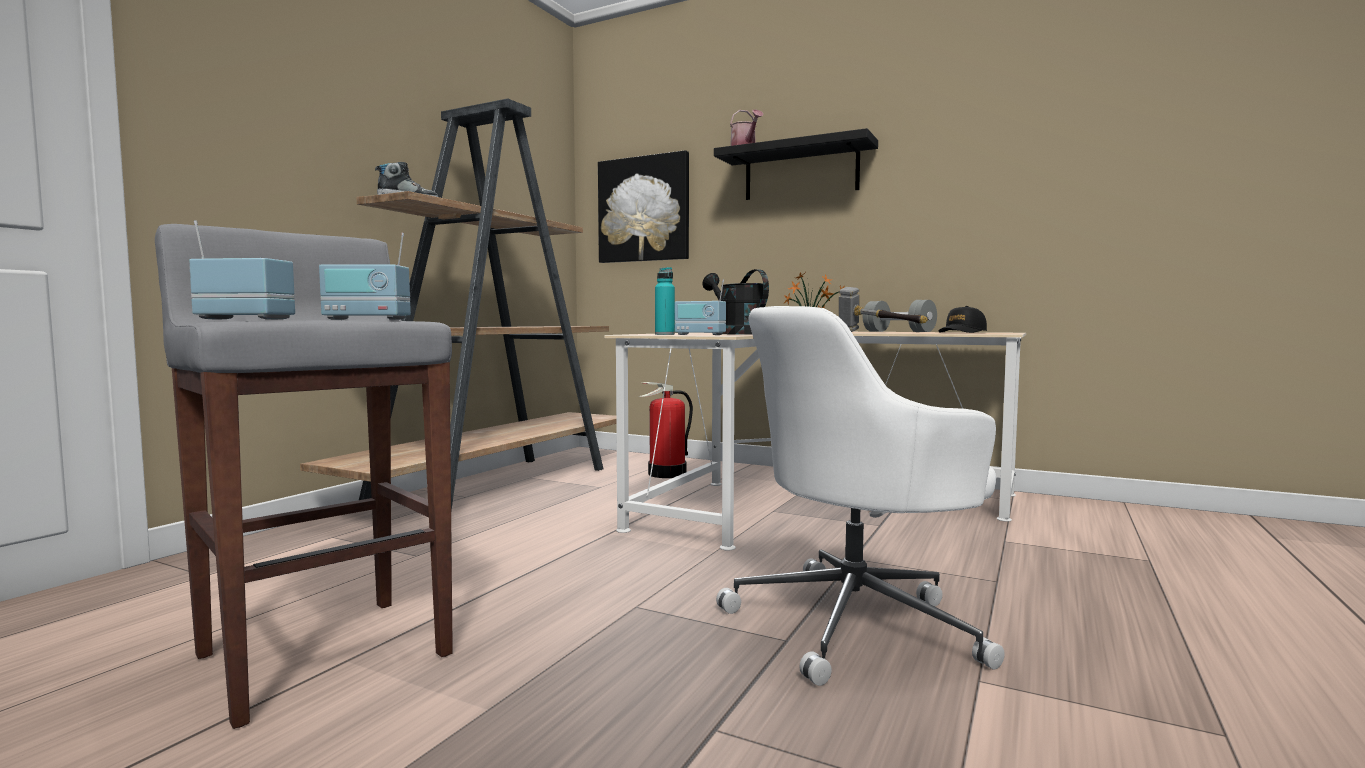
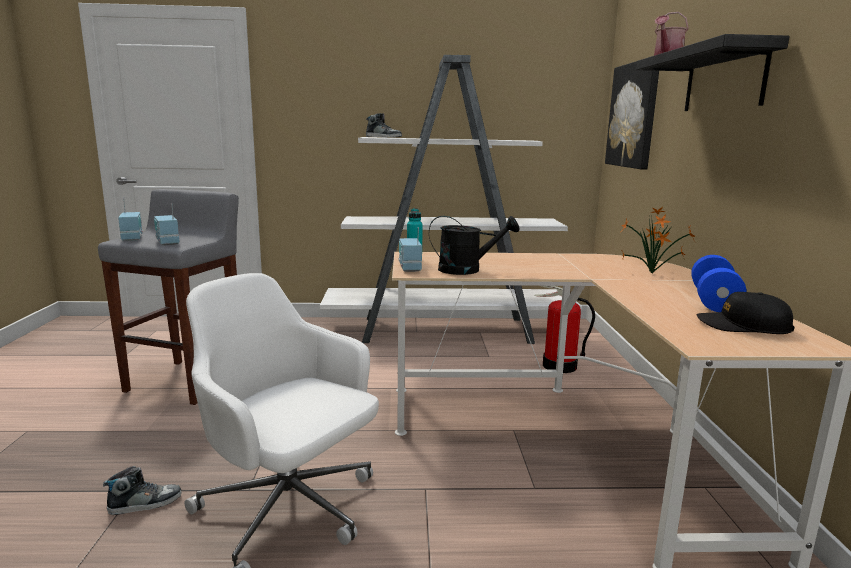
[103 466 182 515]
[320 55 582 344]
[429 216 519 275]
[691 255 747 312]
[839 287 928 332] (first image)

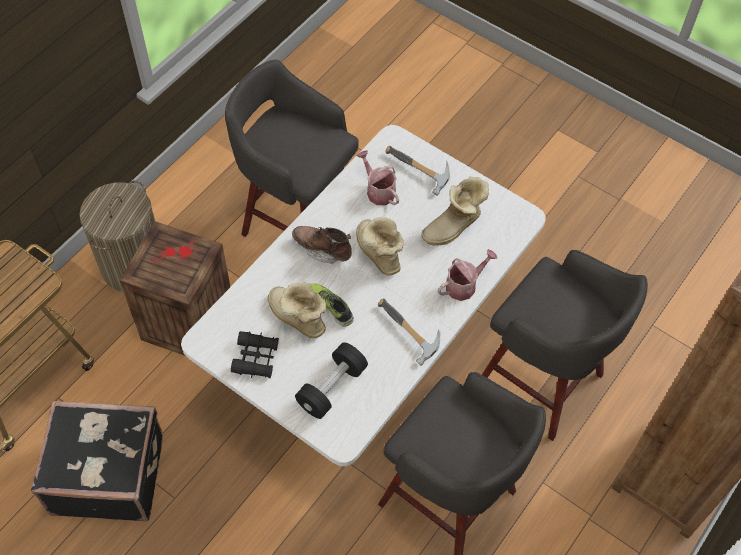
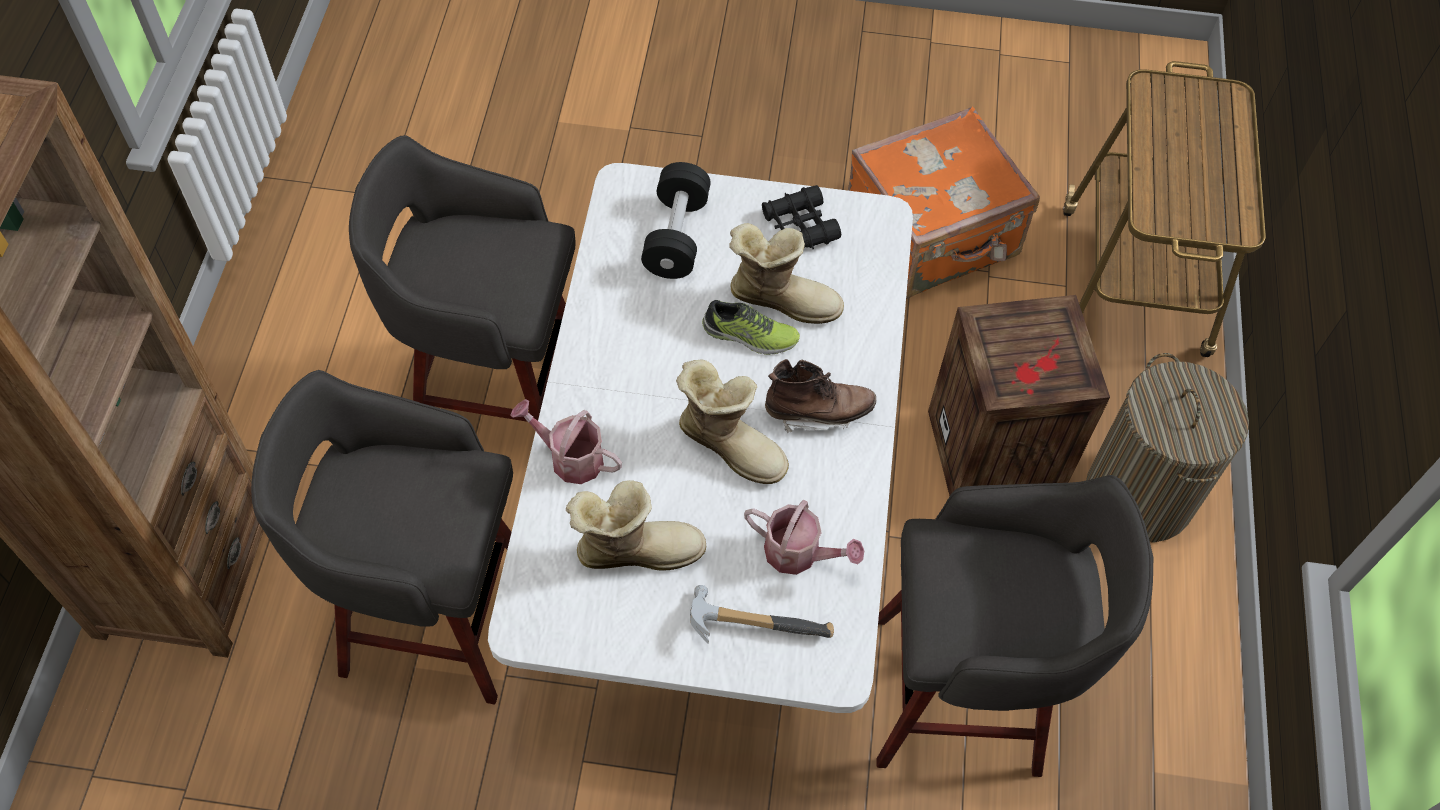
[511 399 622 484]
[566 480 706 571]
[848 107 1040 299]
[378 298 441 366] (first image)

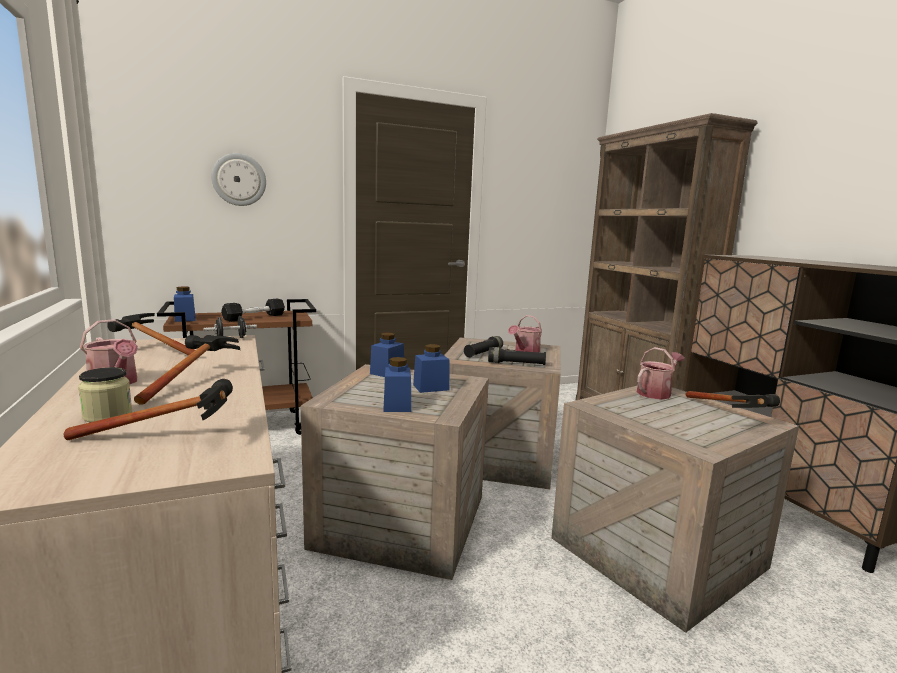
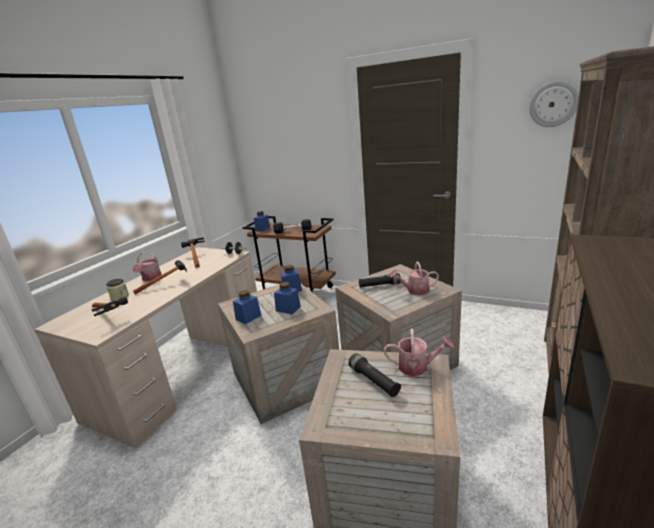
[348 353 401 397]
[529 81 579 127]
[686 391 780 408] (first image)

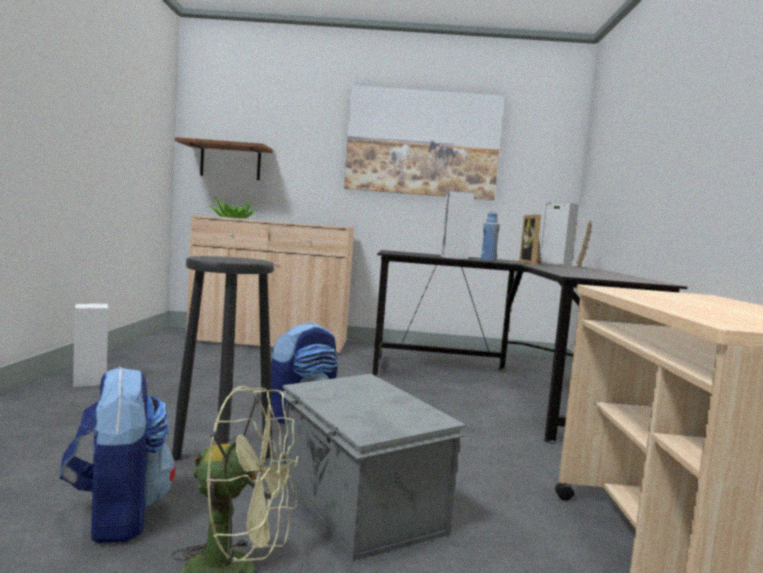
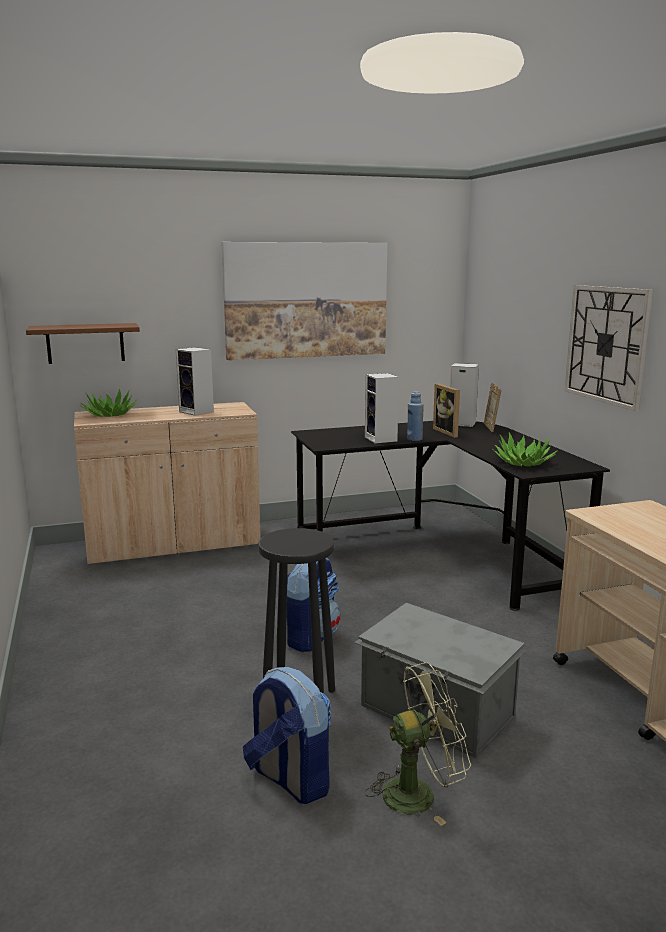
[176 347 214 416]
[492 432 558 466]
[565 285 653 411]

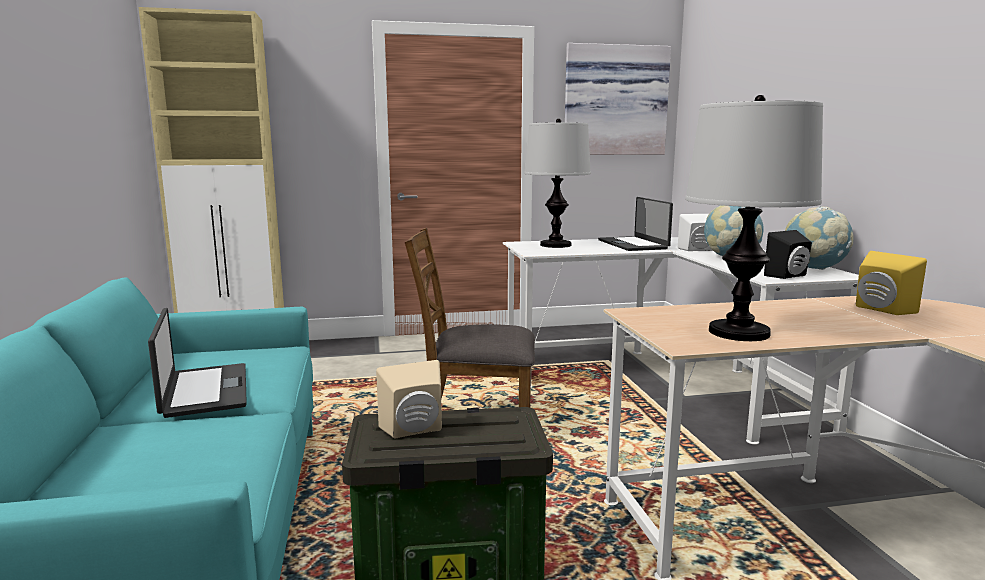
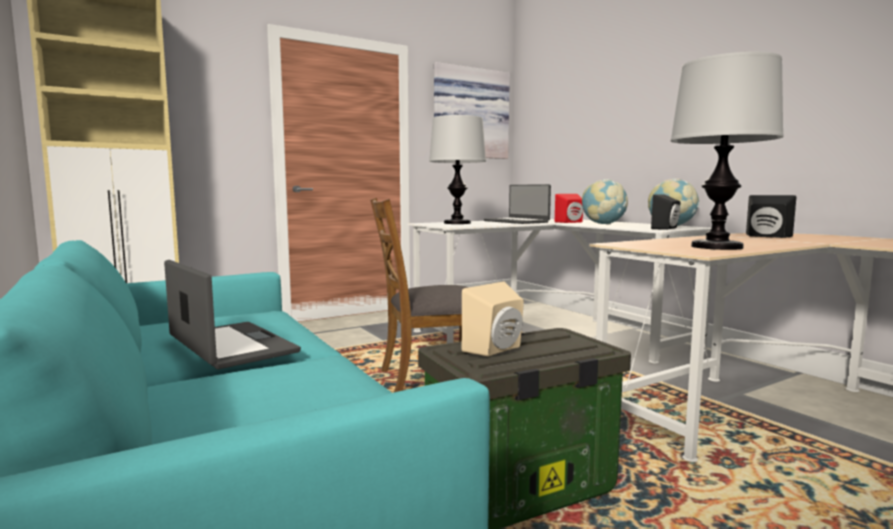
[555 194 583 223]
[746 195 796 238]

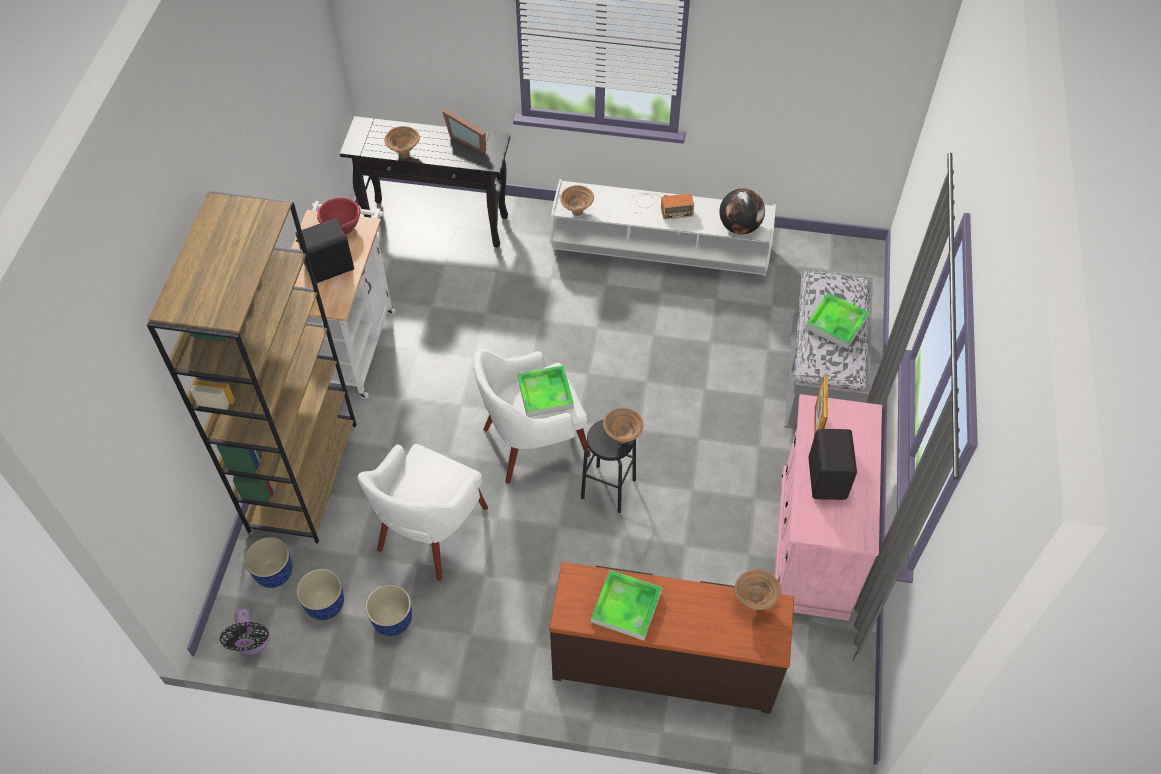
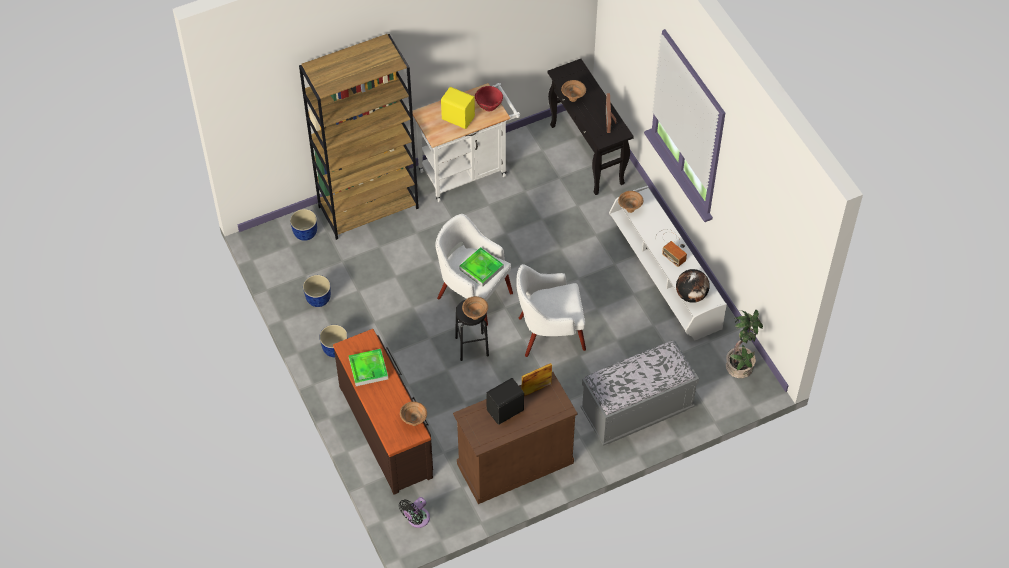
[319 325 348 357]
[399 497 430 528]
[441 87 475 129]
[453 372 578 504]
[517 264 586 357]
[726 310 763 378]
[805 293 870 349] (first image)

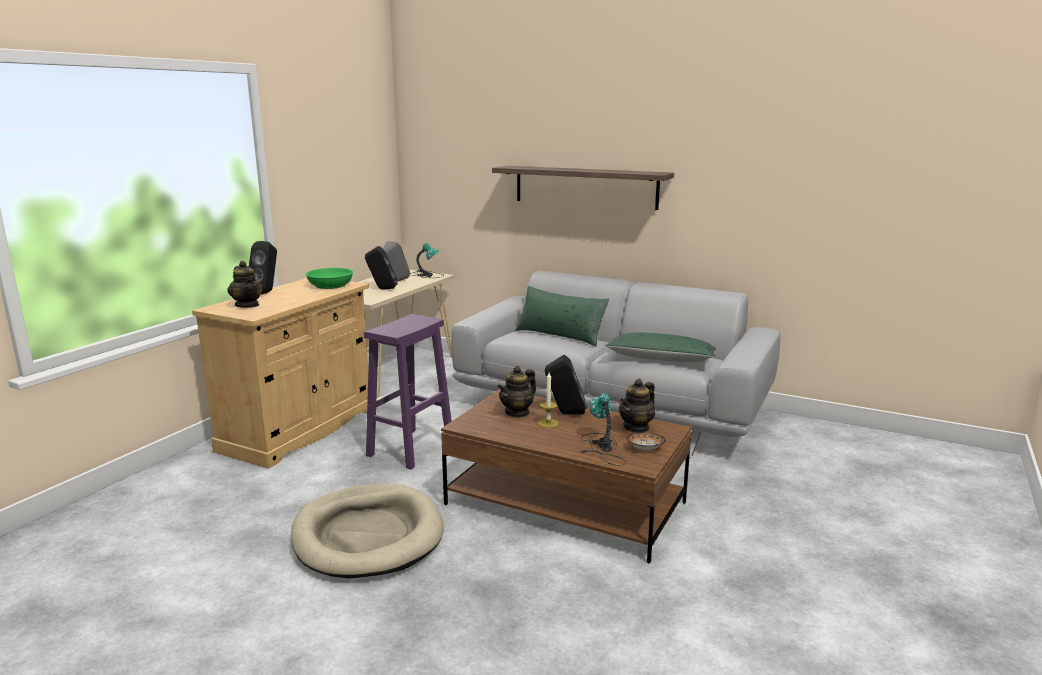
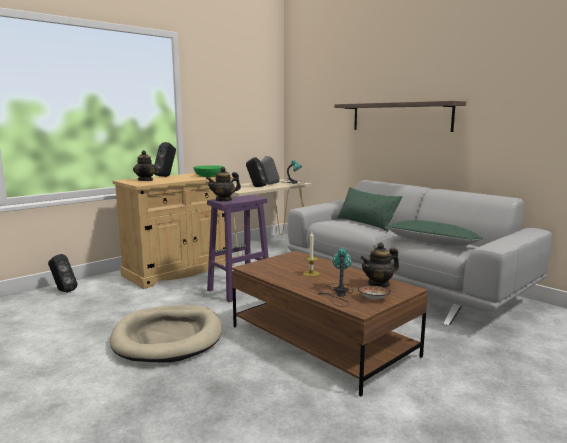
[48 254 78 293]
[206 167 241 201]

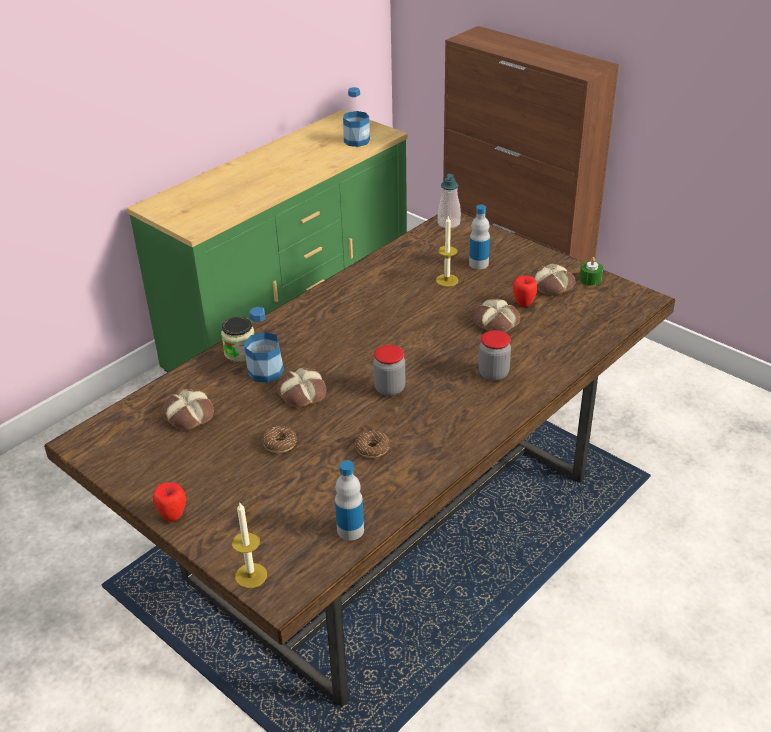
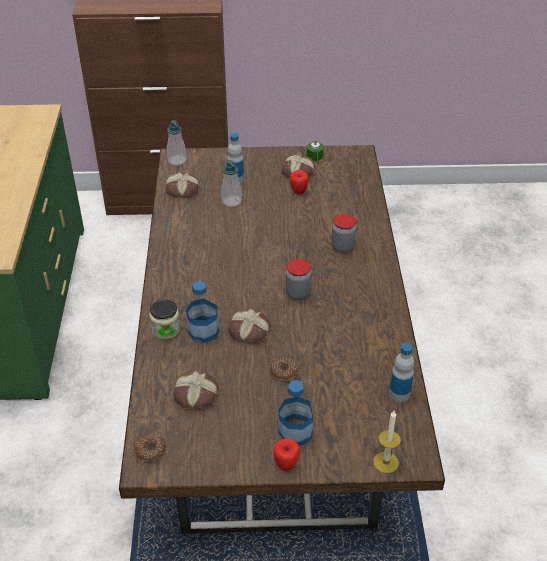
[134 433 166 462]
[166 172 199 198]
[221 160 242 207]
[278 380 313 446]

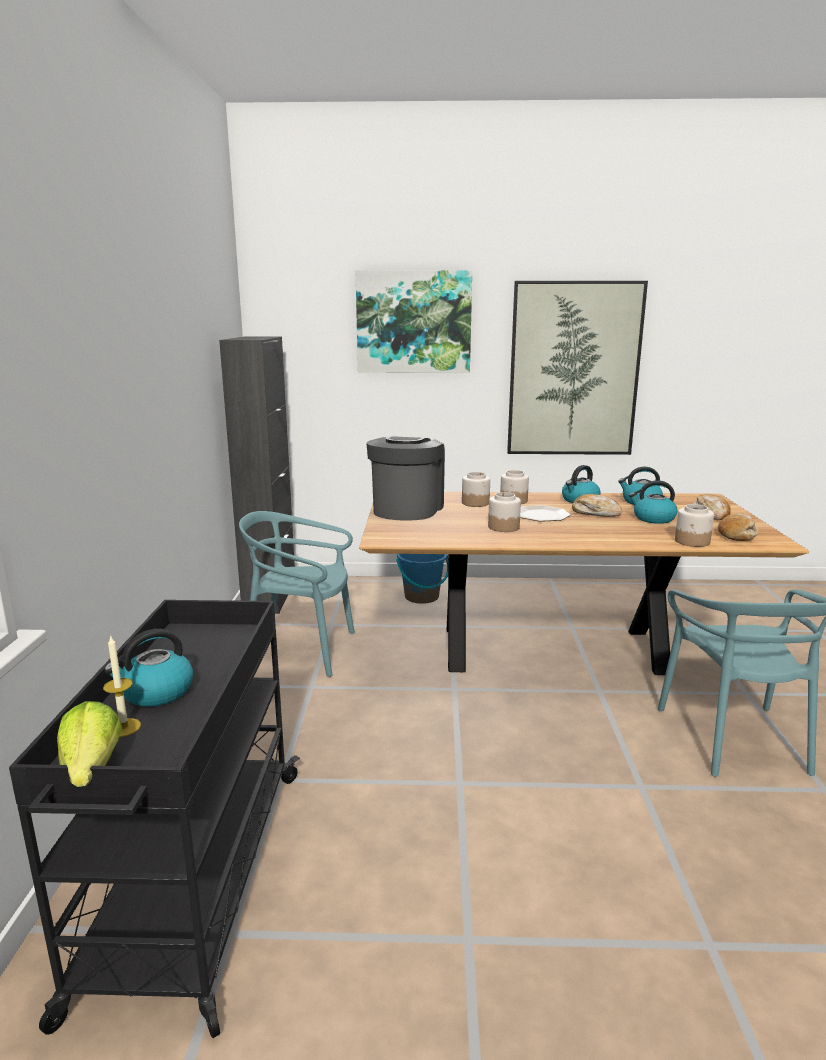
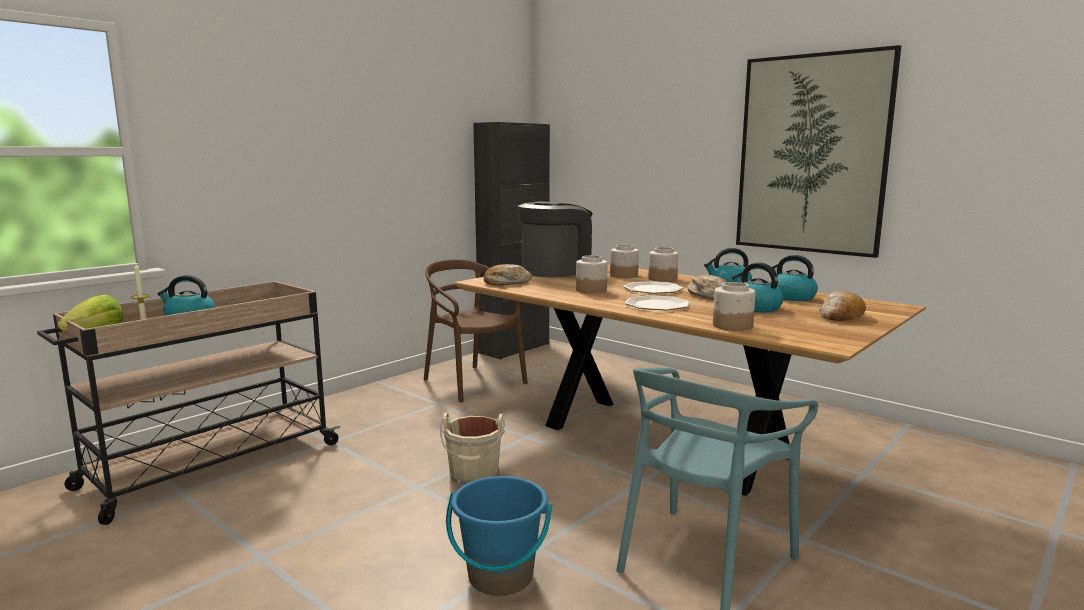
[37 281 340 525]
[424 259 528 403]
[440 413 505 486]
[446 476 552 596]
[484 264 532 285]
[625 295 690 310]
[356 270 472 373] (first image)

